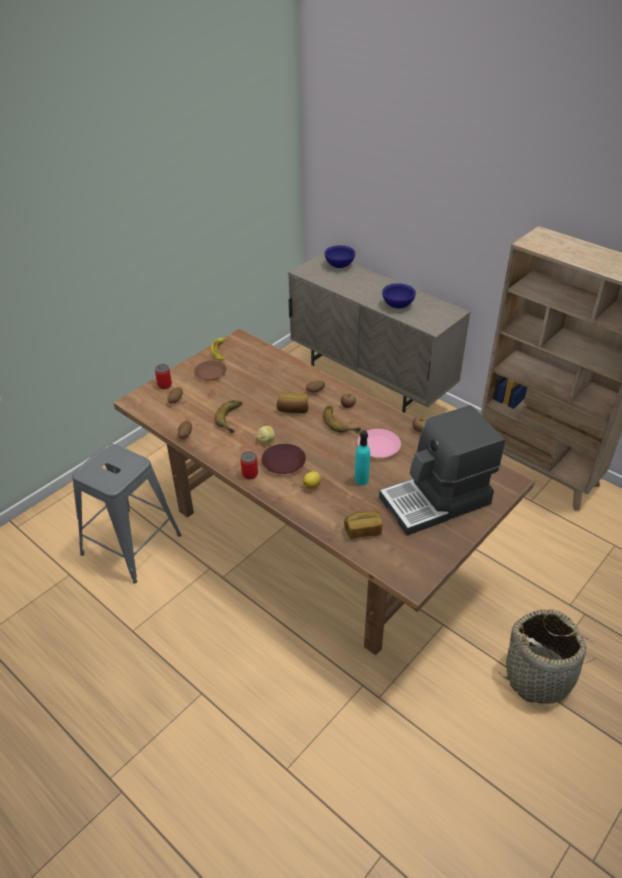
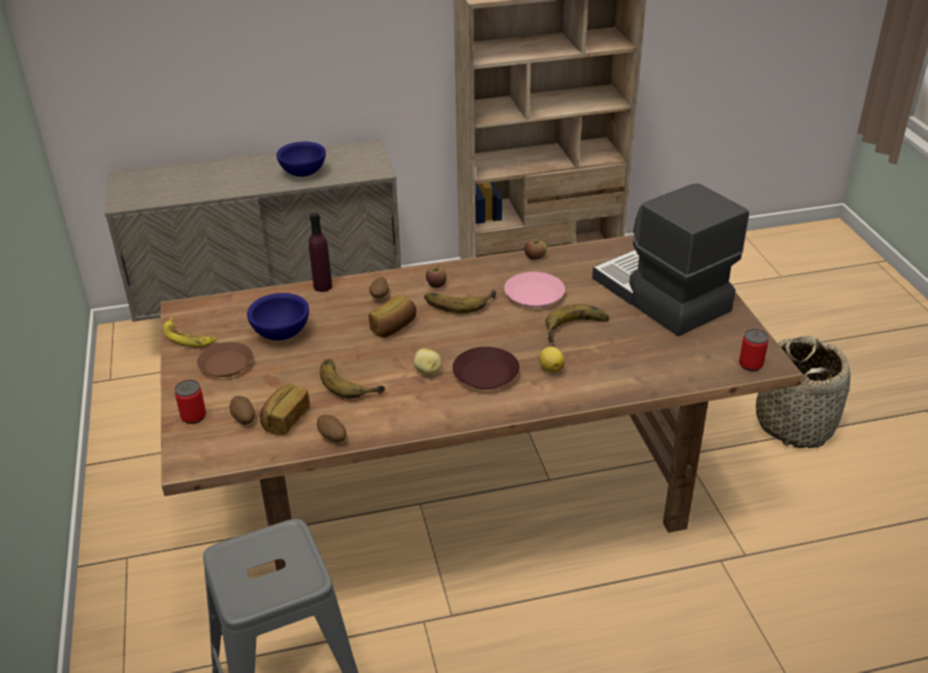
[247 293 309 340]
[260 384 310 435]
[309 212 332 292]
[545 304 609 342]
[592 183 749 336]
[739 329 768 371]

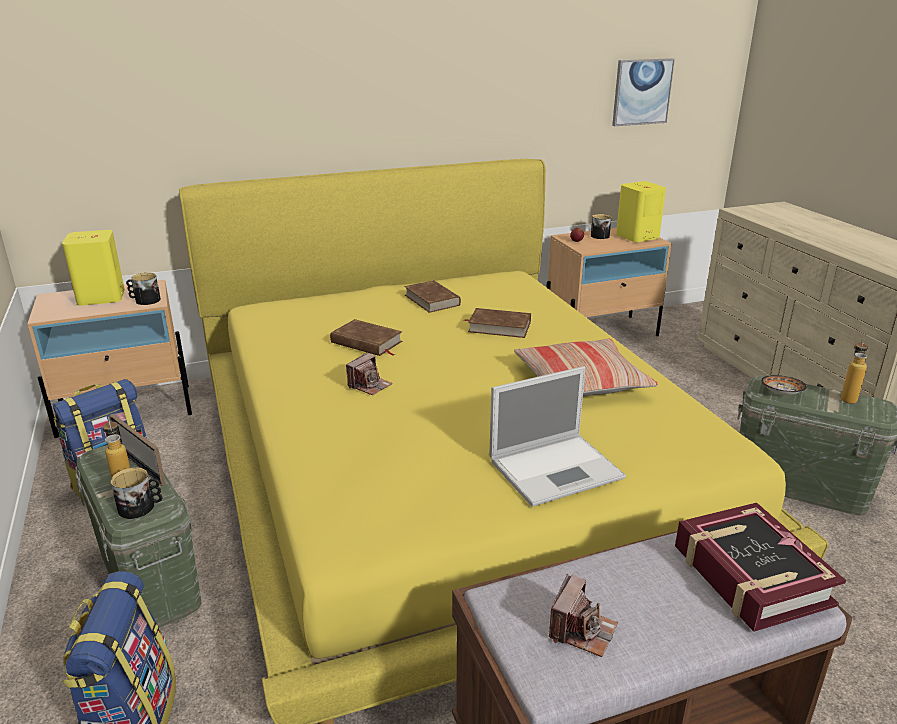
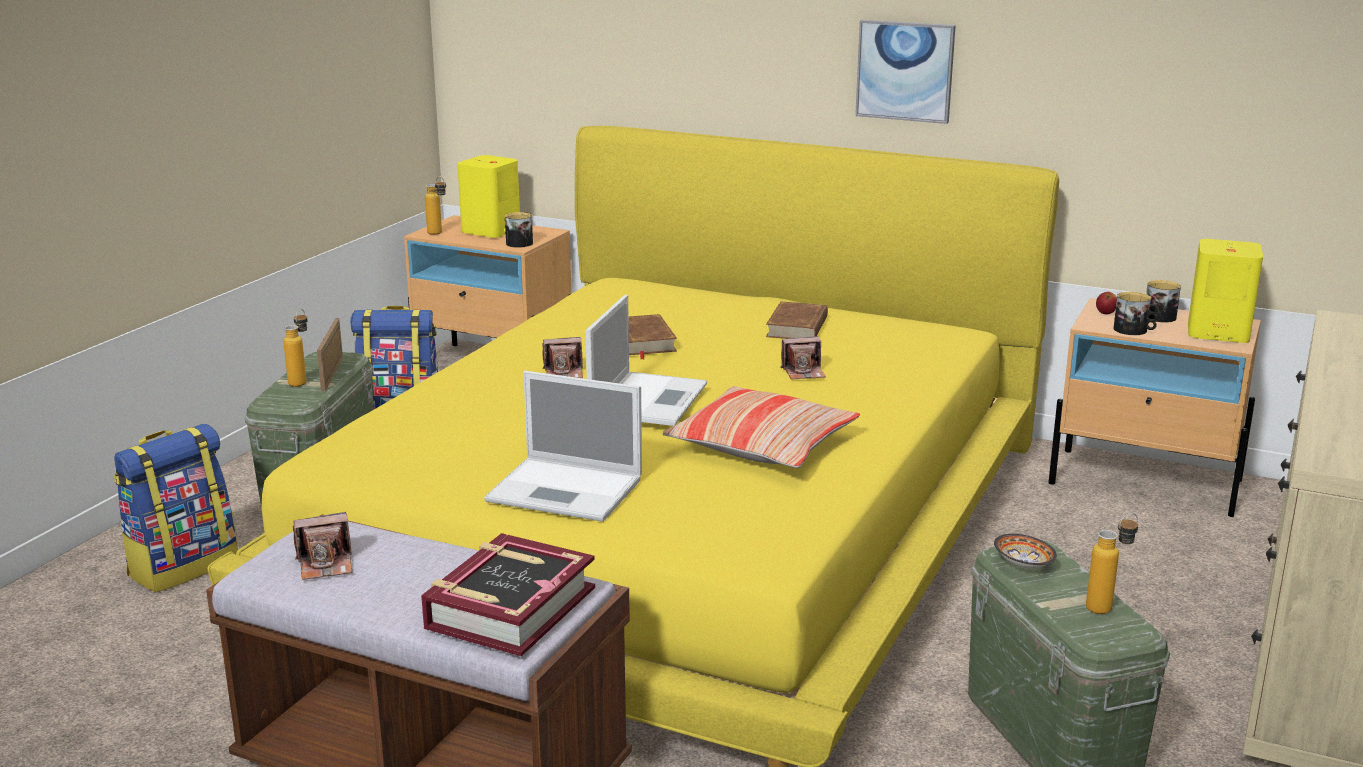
[425 176 446 235]
[586 295 707 426]
[781 336 826 379]
[855 20 956 124]
[1113 292 1159 335]

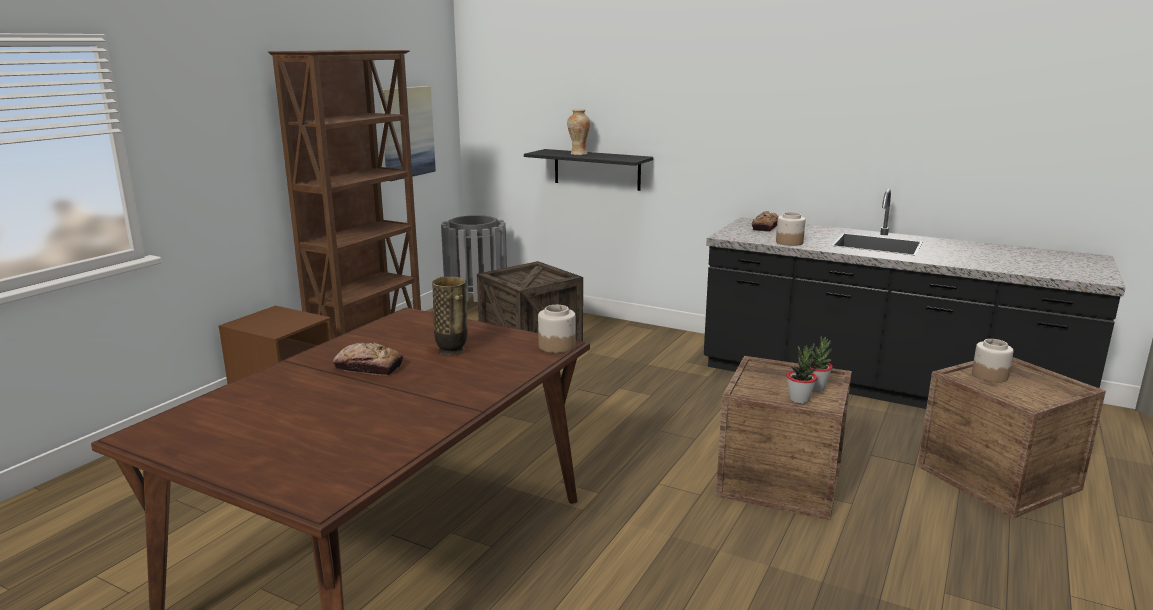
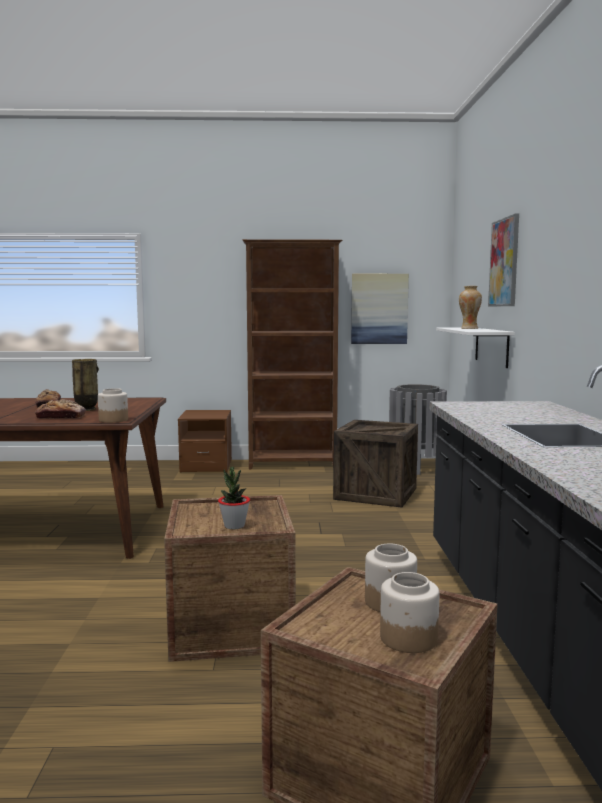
[35 399 86 419]
[380 572 439 653]
[436 328 515 368]
[488 213 519 306]
[786 343 817 403] (first image)

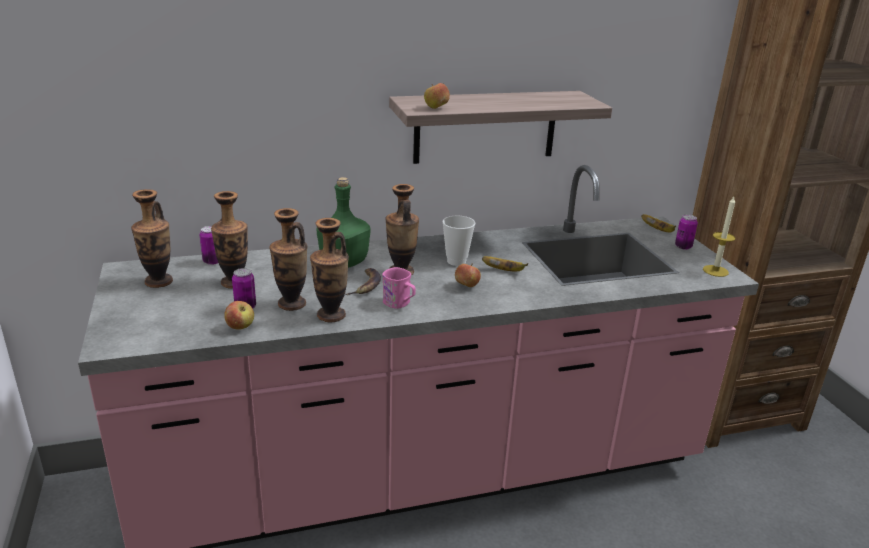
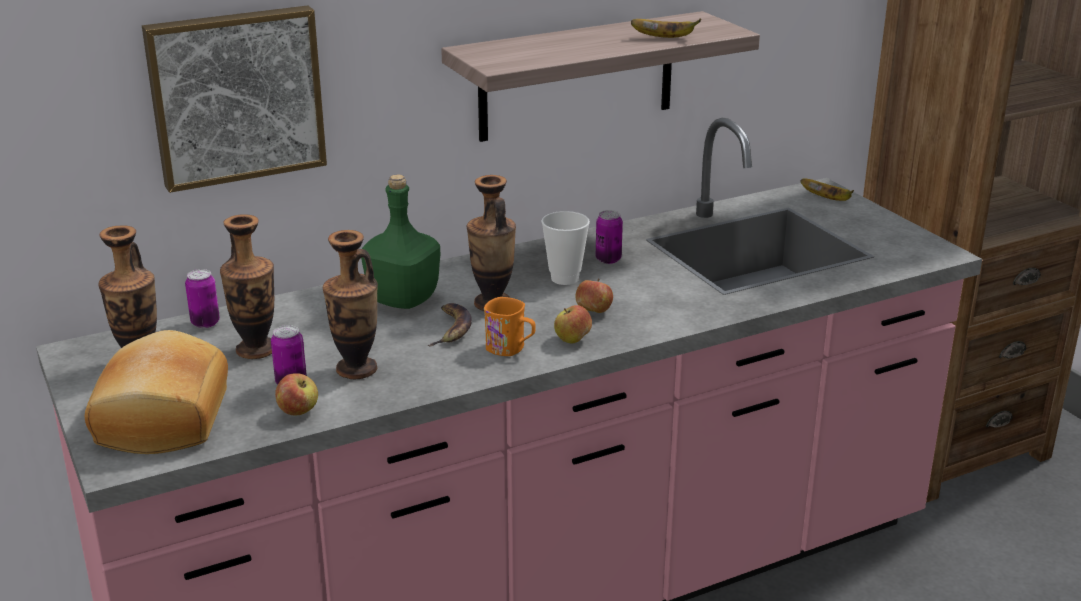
[84 330 228 454]
[142 6 327 193]
[484 297 535 356]
[554 305 592 344]
[596 210 623 264]
[631 19 701 38]
[310 218 349 322] (first image)
[703 197 735 277] (first image)

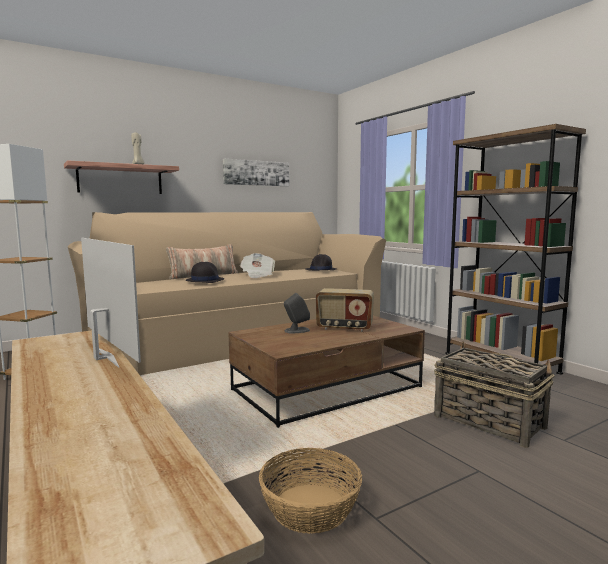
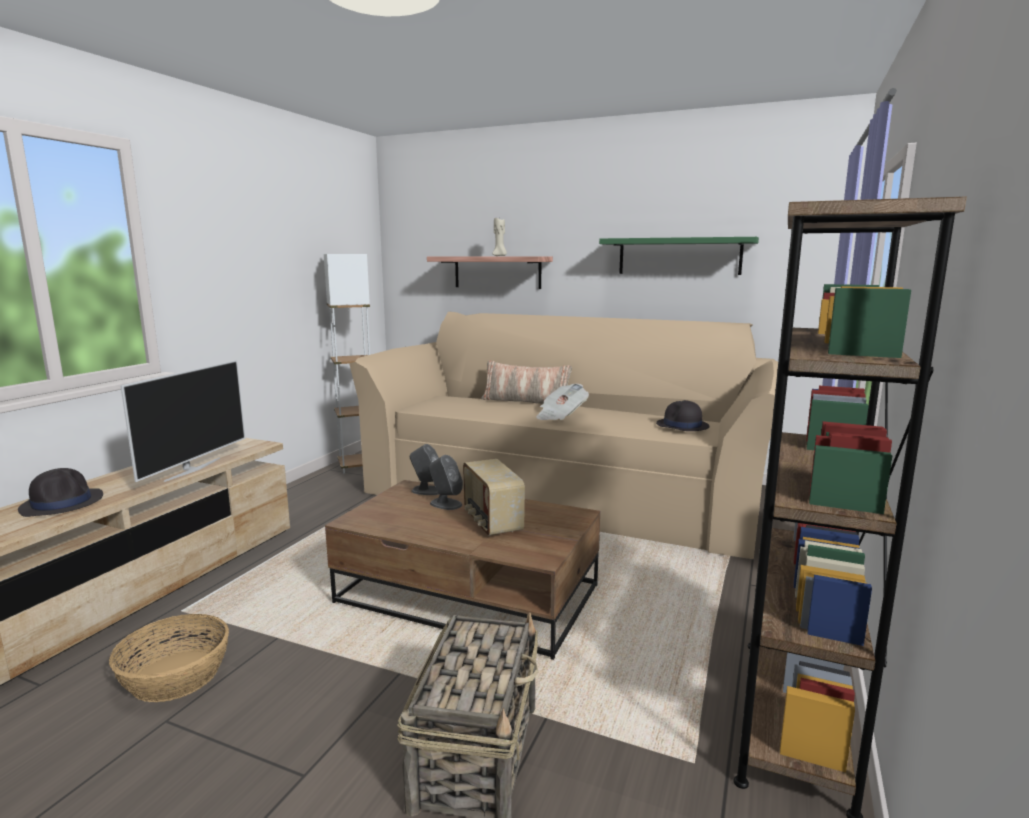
[18 468 103 517]
[410 444 439 495]
[599 237 759 275]

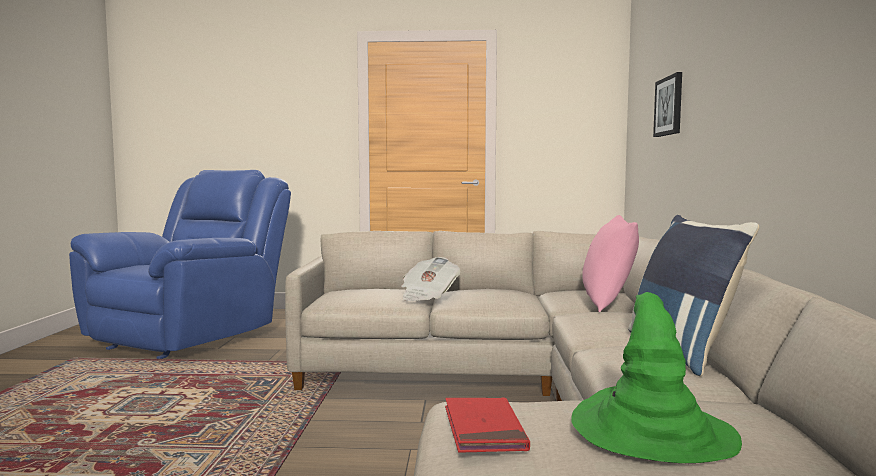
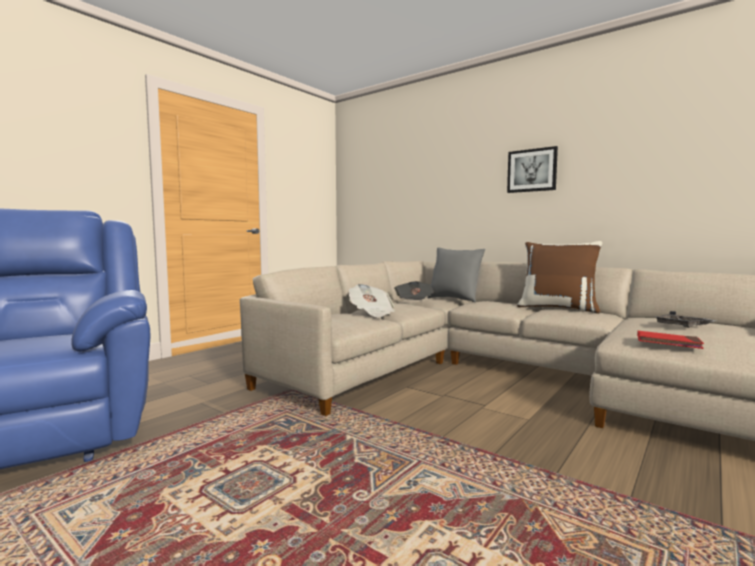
[394 281 435 300]
[428 248 486 303]
[507 146 558 193]
[517 241 603 314]
[654 311 717 328]

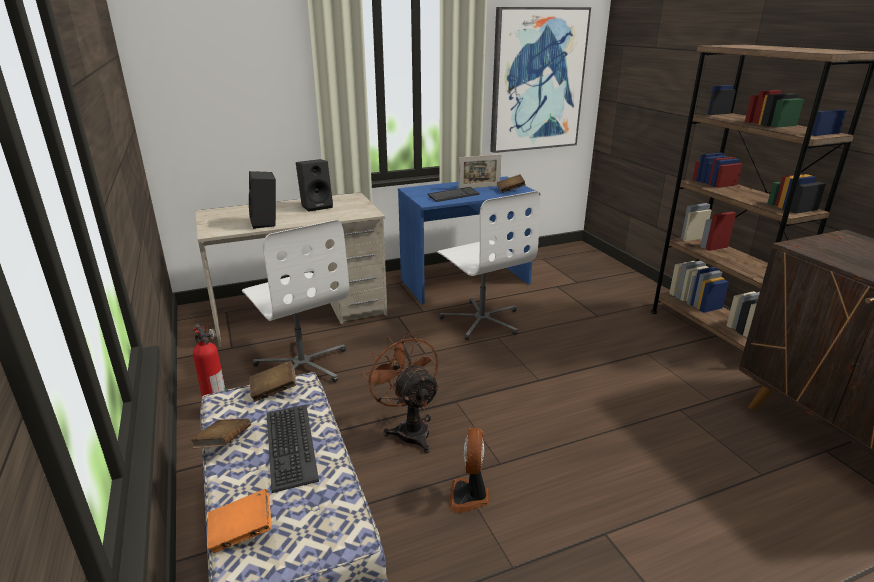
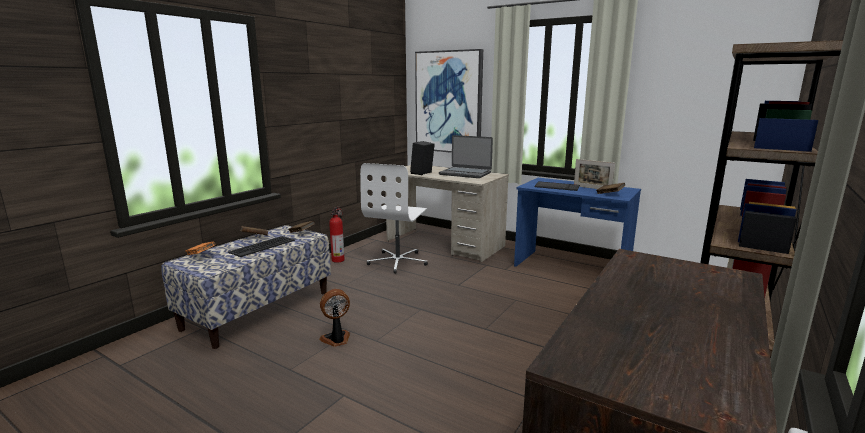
[415 49 483 153]
[439 135 493 178]
[363 332 440 453] (first image)
[437 191 540 340] (first image)

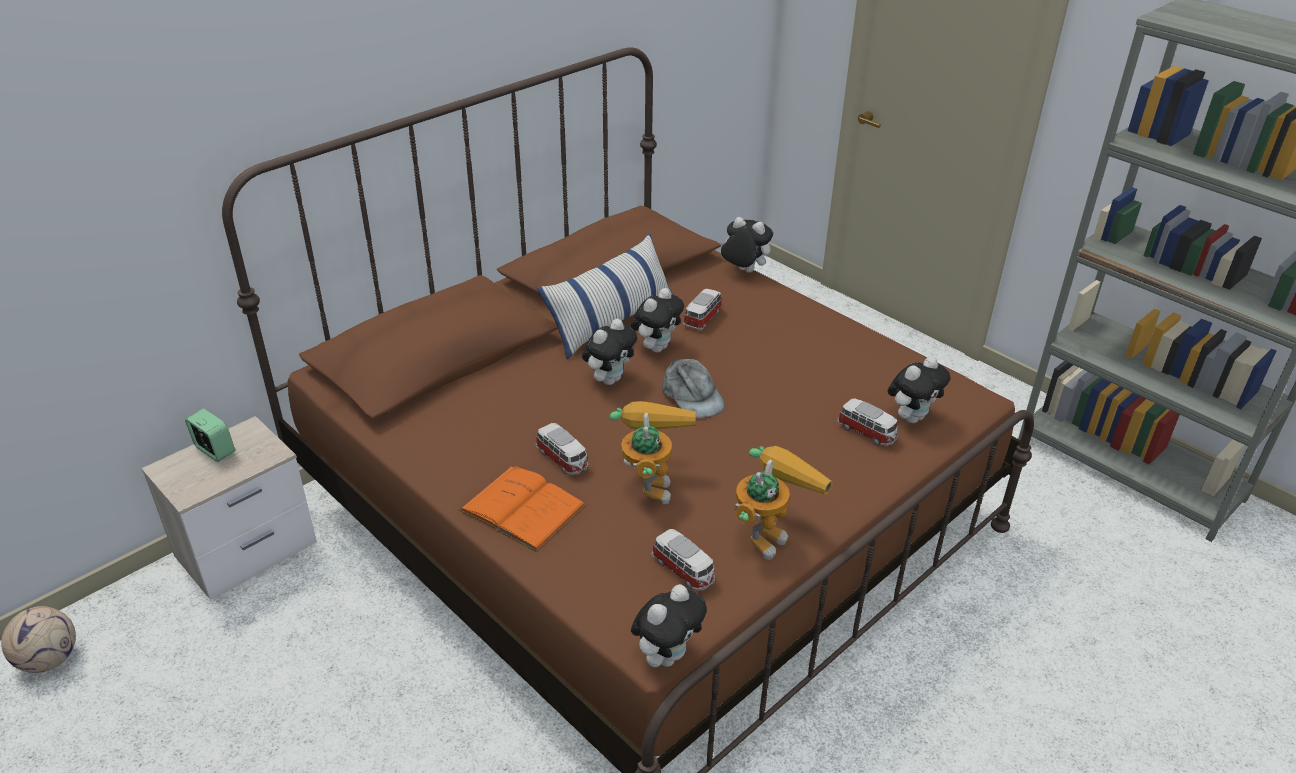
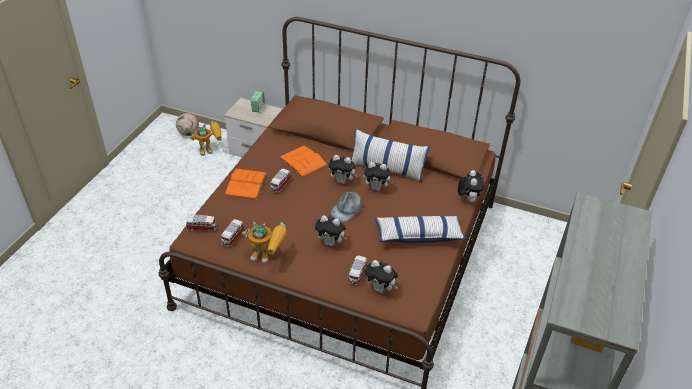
[186 215 217 232]
[190 122 222 156]
[279 145 328 178]
[315 216 347 246]
[375 216 467 243]

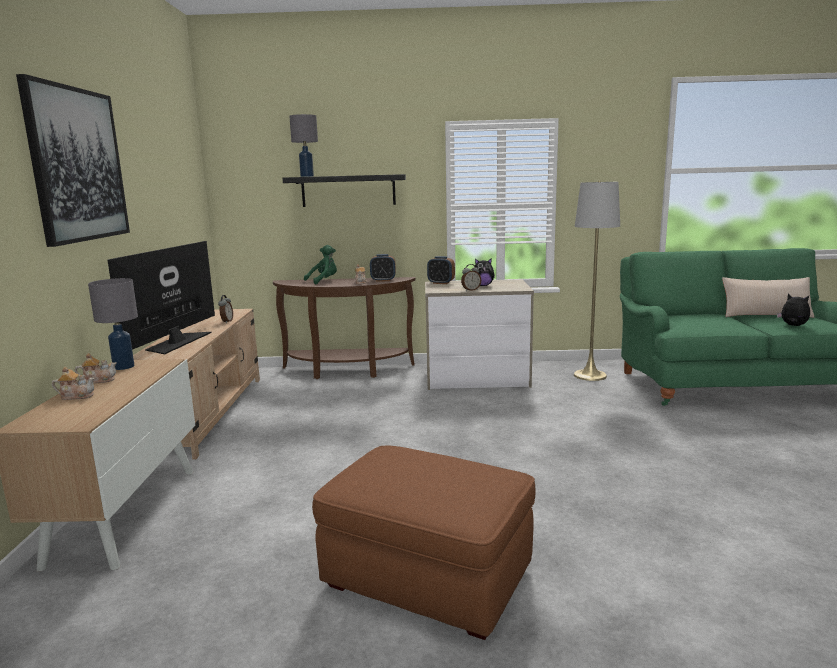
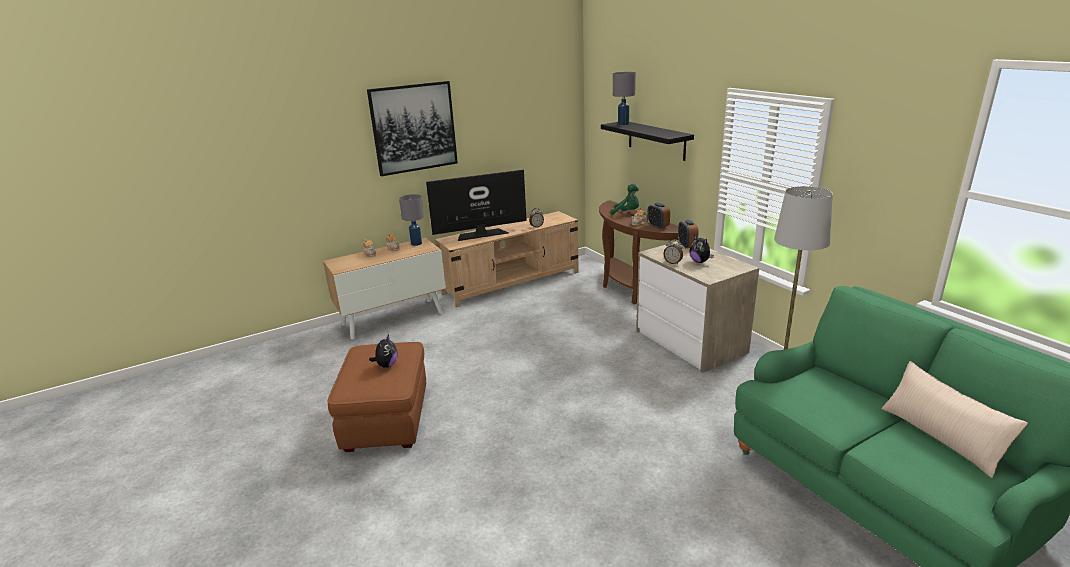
[369 334 397 368]

